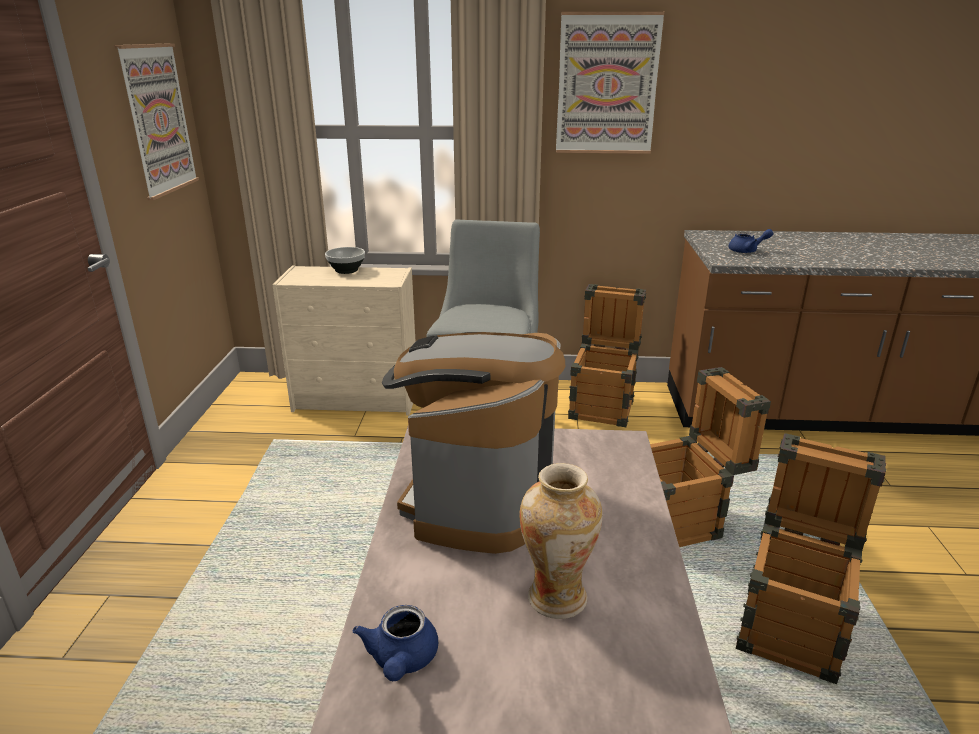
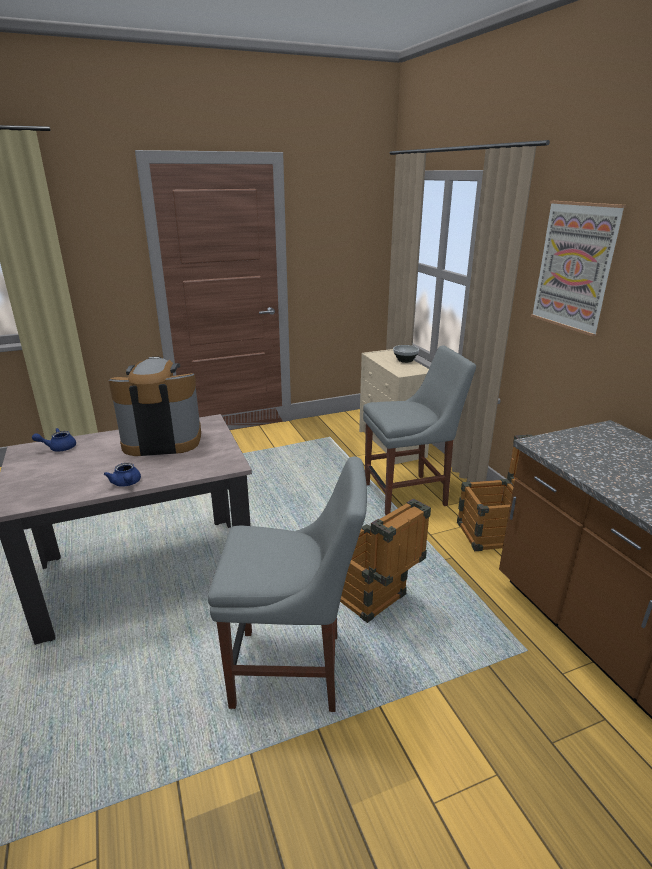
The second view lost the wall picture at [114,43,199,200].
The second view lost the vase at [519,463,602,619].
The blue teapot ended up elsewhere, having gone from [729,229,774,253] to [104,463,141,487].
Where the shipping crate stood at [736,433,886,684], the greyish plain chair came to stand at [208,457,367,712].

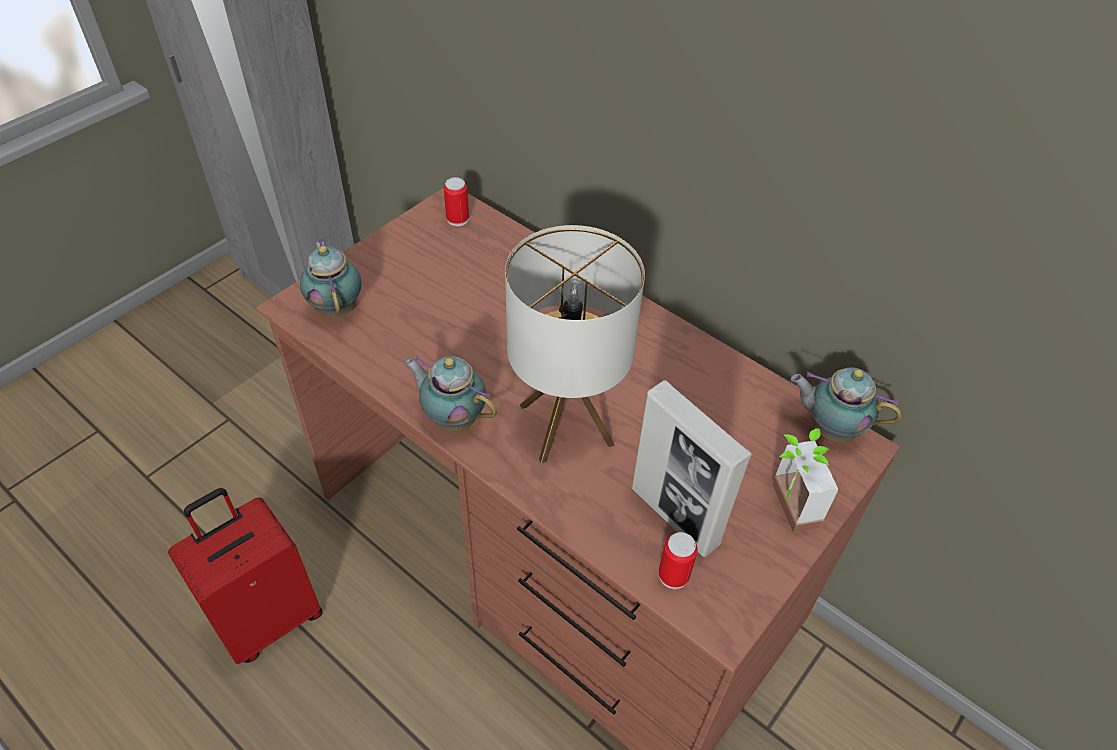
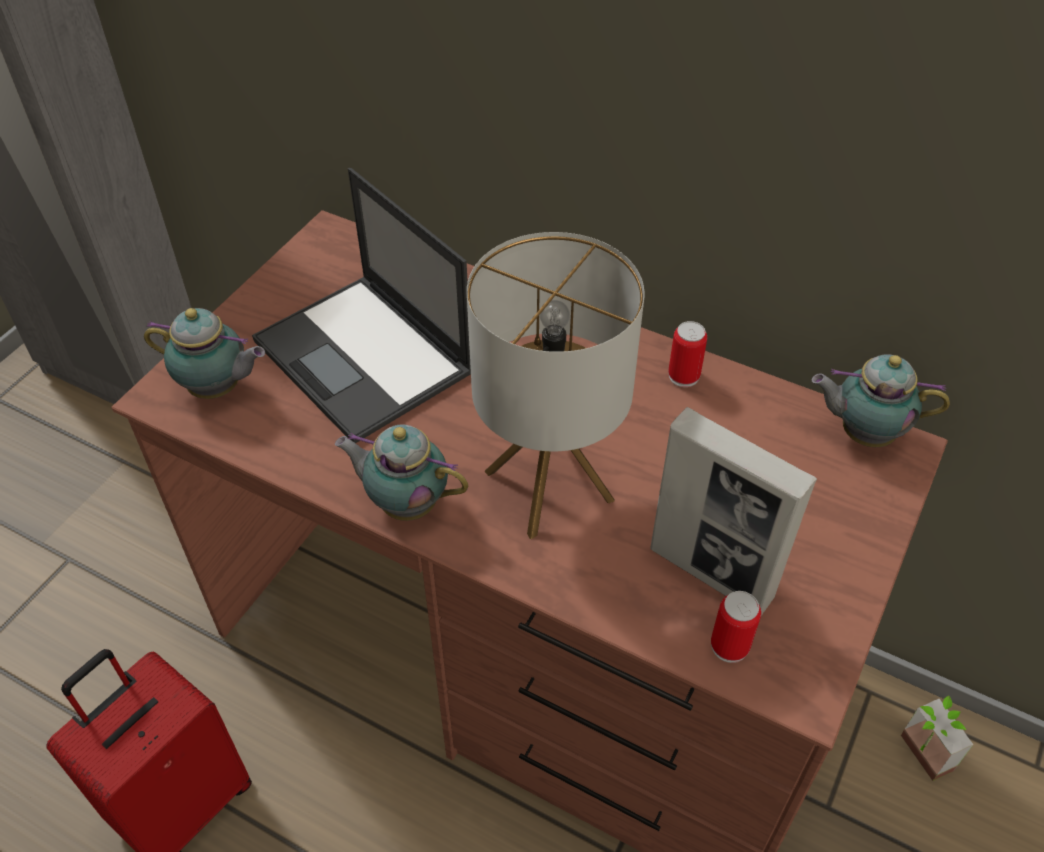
The teapot at [300,239,361,317] ended up facing another way, 135 degrees clockwise from before.
The metal can ended up elsewhere, having gone from [444,177,469,226] to [668,321,707,387].
The houseplant ended up elsewhere, having gone from [772,428,838,532] to [901,696,973,781].
The second view gained the laptop at [252,168,471,443].

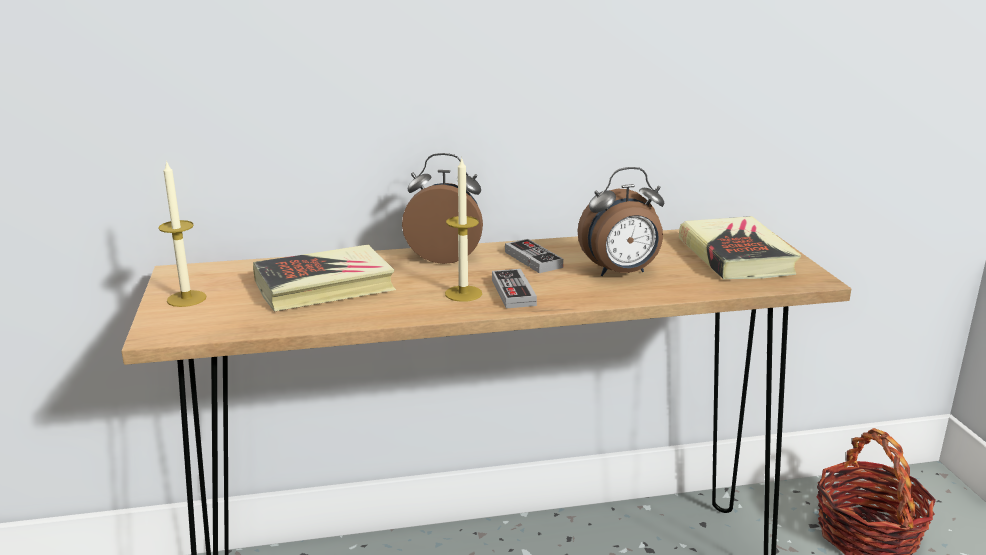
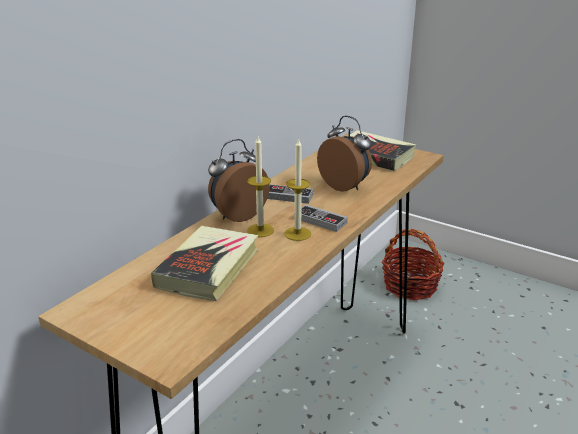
The wax candle ended up elsewhere, having gone from [158,160,206,307] to [247,136,274,237].
The table clock at [577,167,664,276] ended up facing another way, 75 degrees counterclockwise from before.

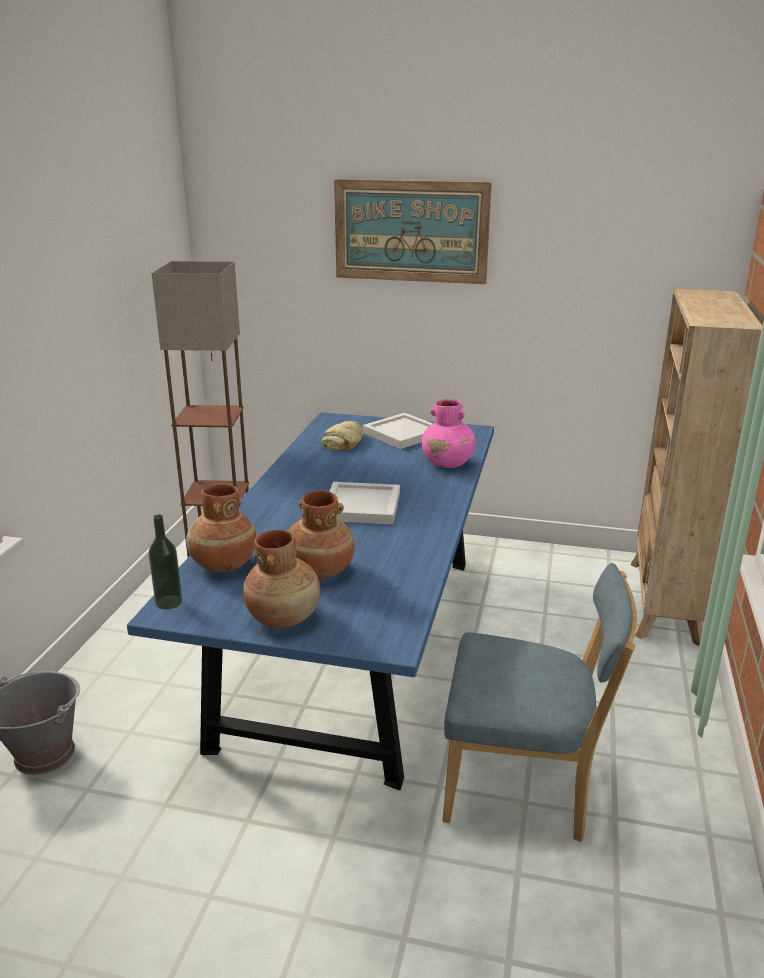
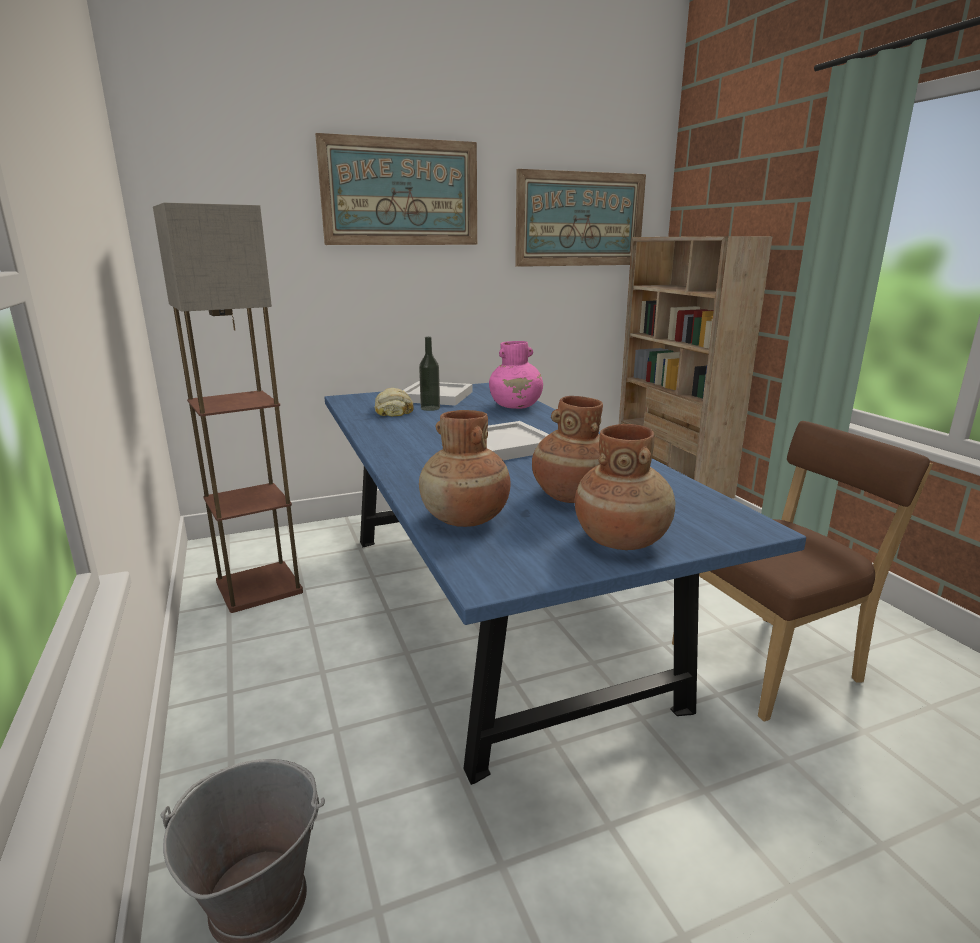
The drink bottle ended up elsewhere, having gone from [149,514,182,609] to [419,337,440,411].
What was the blue plain chair at [442,563,637,842] turned into the brownish plain chair at [672,421,933,722].
The second view gained the wall picture at [515,169,646,267].

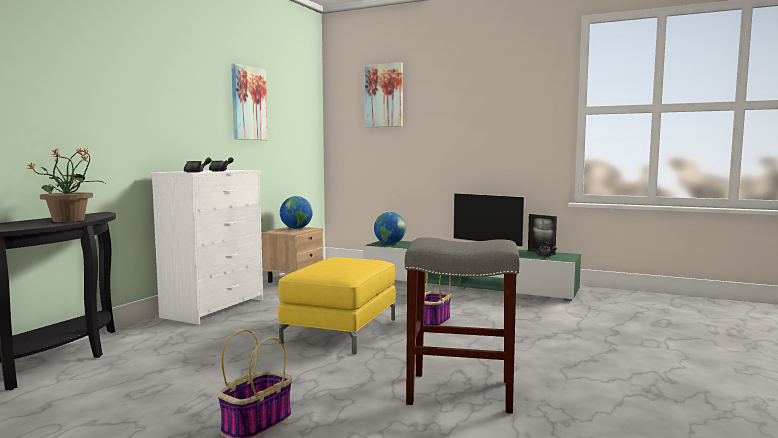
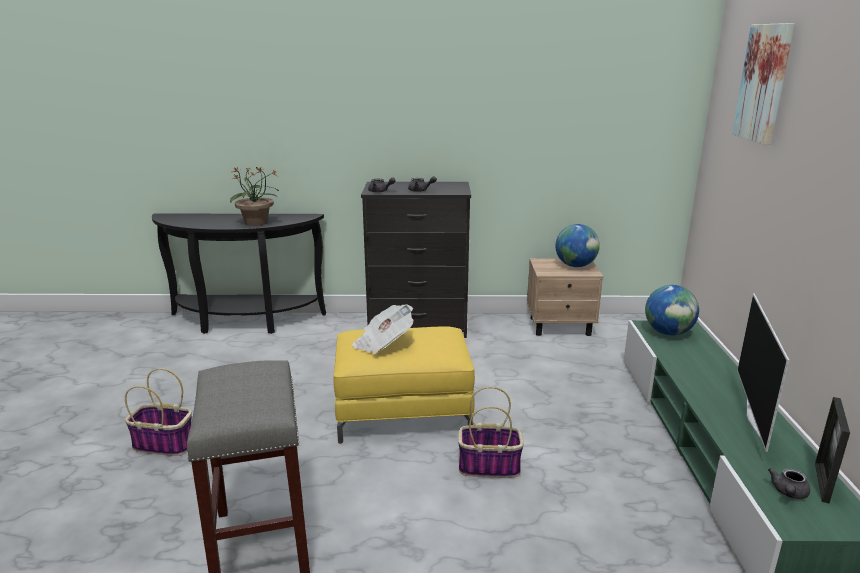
What was the whitish dresser at [150,170,263,325] turned into the black dresser at [361,182,471,338].
The second view lost the wall picture at [231,63,268,140].
The second view gained the printed paper at [352,305,414,354].

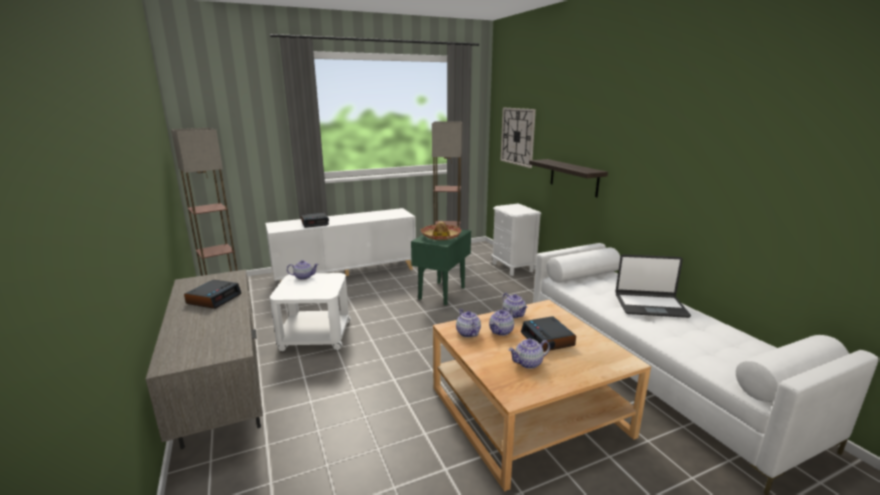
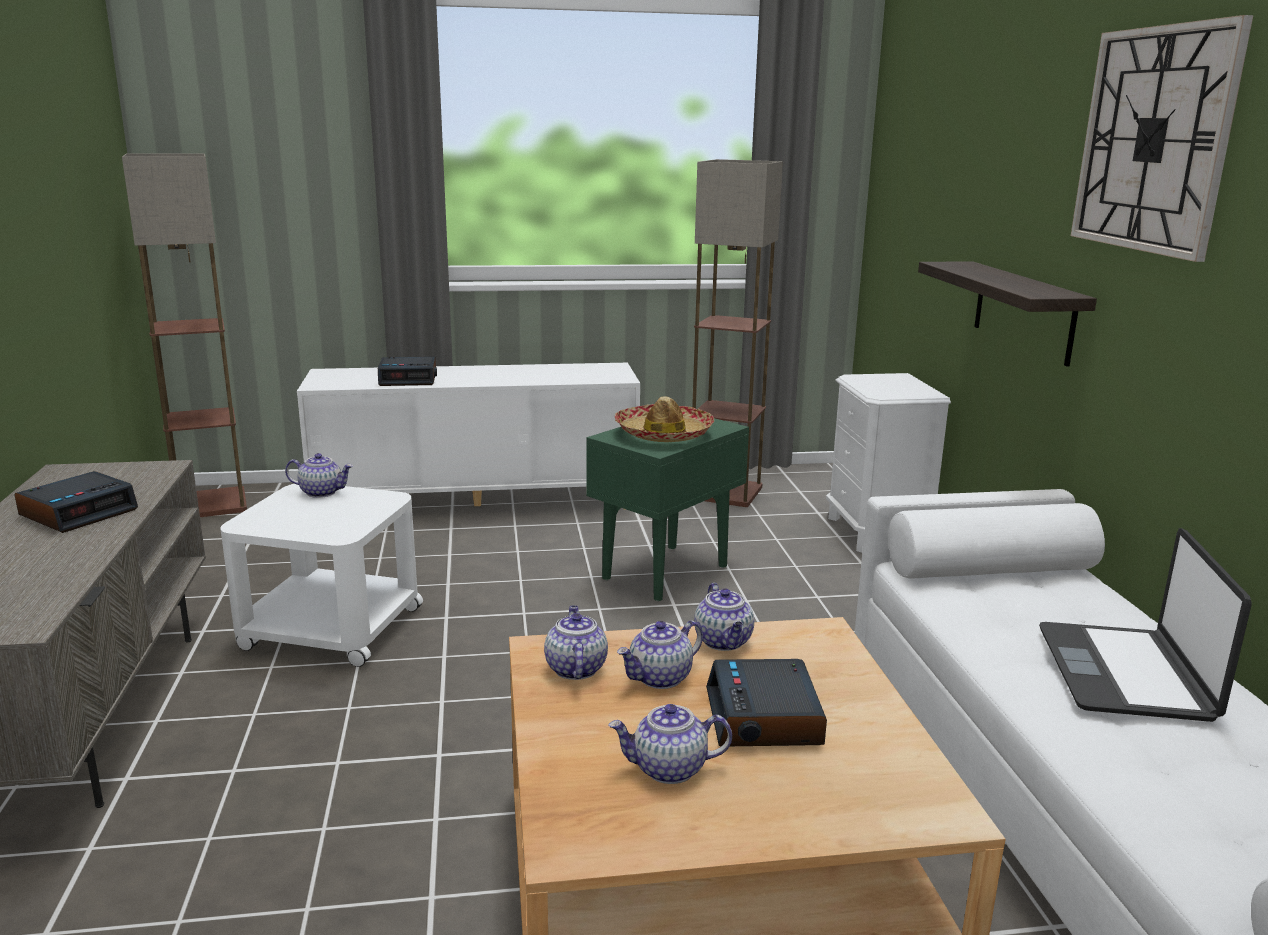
The wall clock ended up elsewhere, having gone from [501,108,536,168] to [1071,15,1253,262].
The laptop at [616,255,691,318] ended up facing another way, 75 degrees clockwise from before.

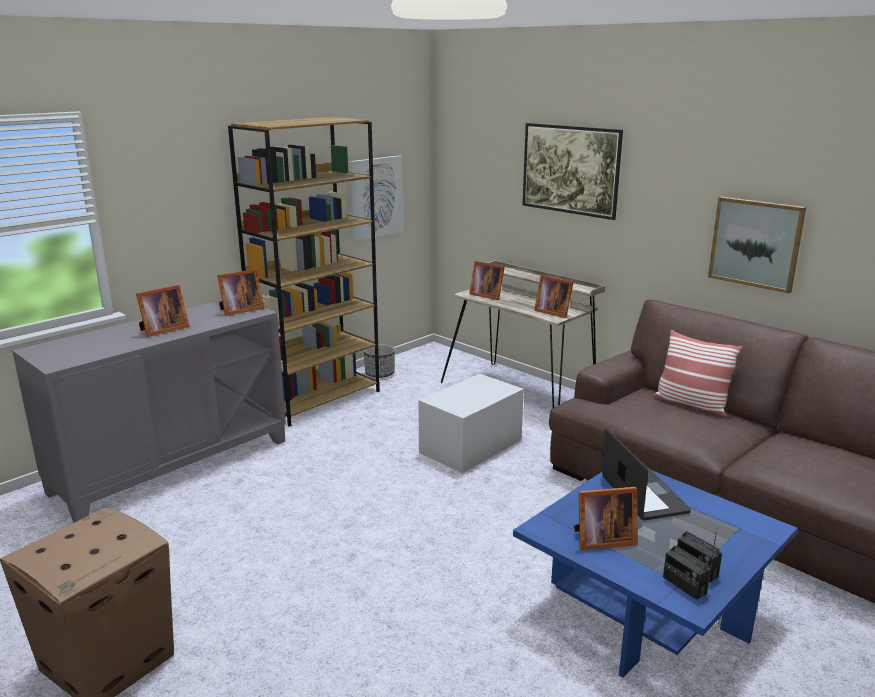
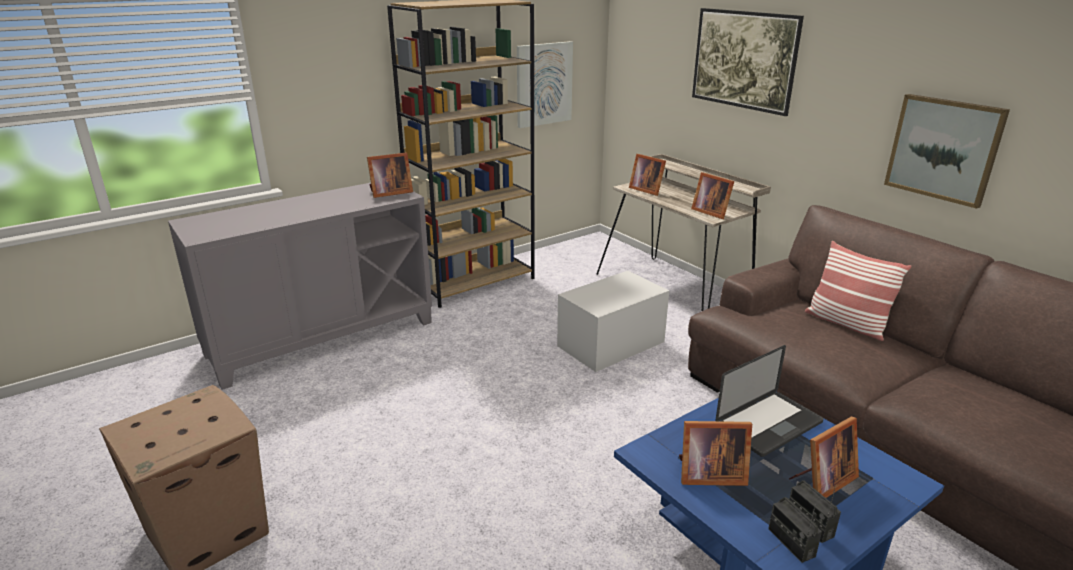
The photo frame ended up elsewhere, having gone from [136,285,189,337] to [789,416,859,498].
The second view lost the flower pot at [364,344,395,378].
The laptop at [601,428,691,521] ended up facing another way, 60 degrees clockwise from before.

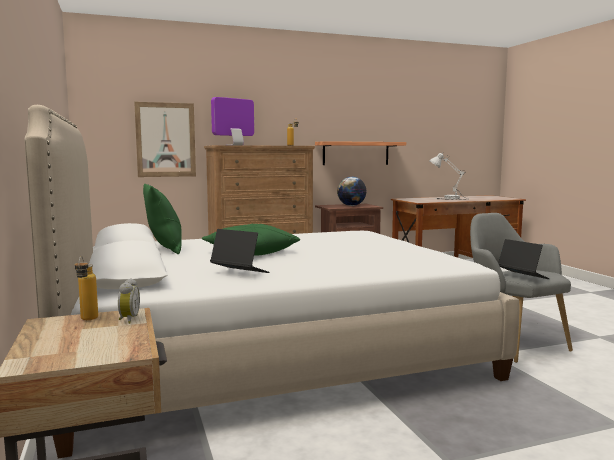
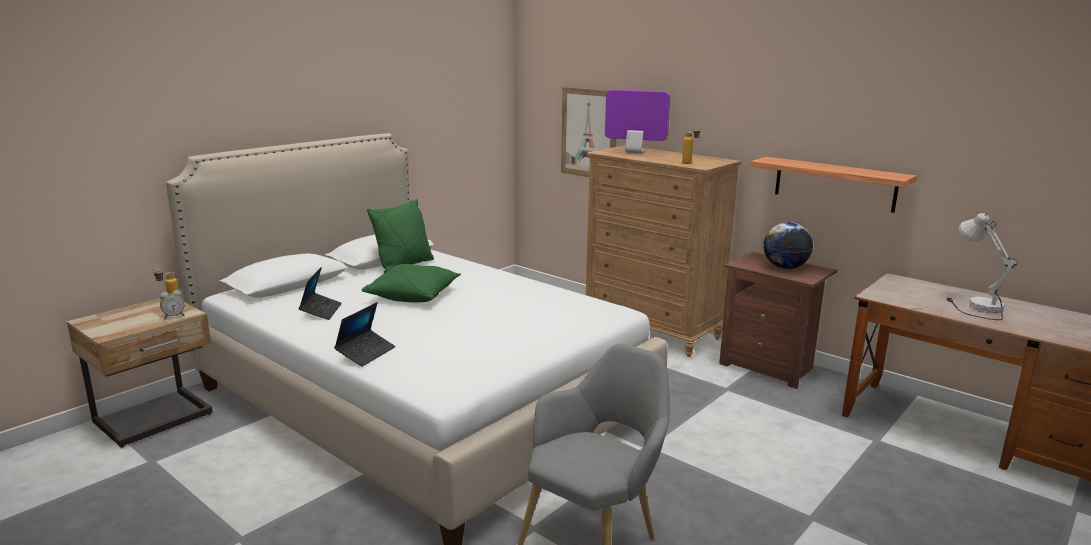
The laptop ended up elsewhere, having gone from [498,239,550,279] to [334,302,396,367].

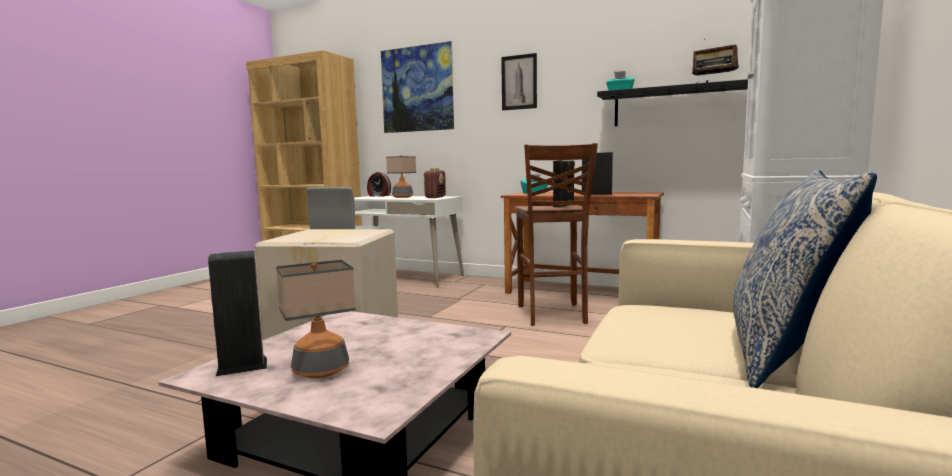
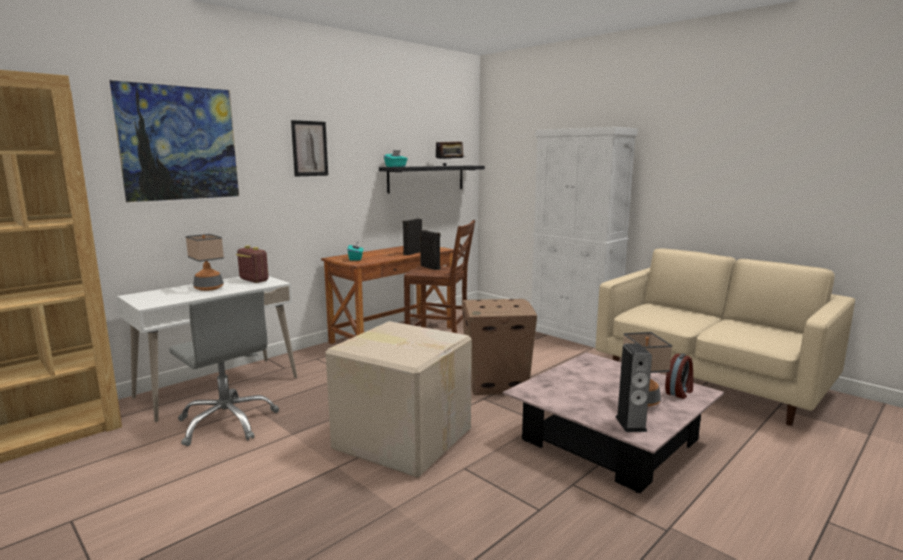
The table clock ended up elsewhere, having gone from [367,172,391,197] to [665,353,693,399].
The second view lost the cushion at [733,170,877,388].
The second view gained the cardboard box at [462,299,537,395].

